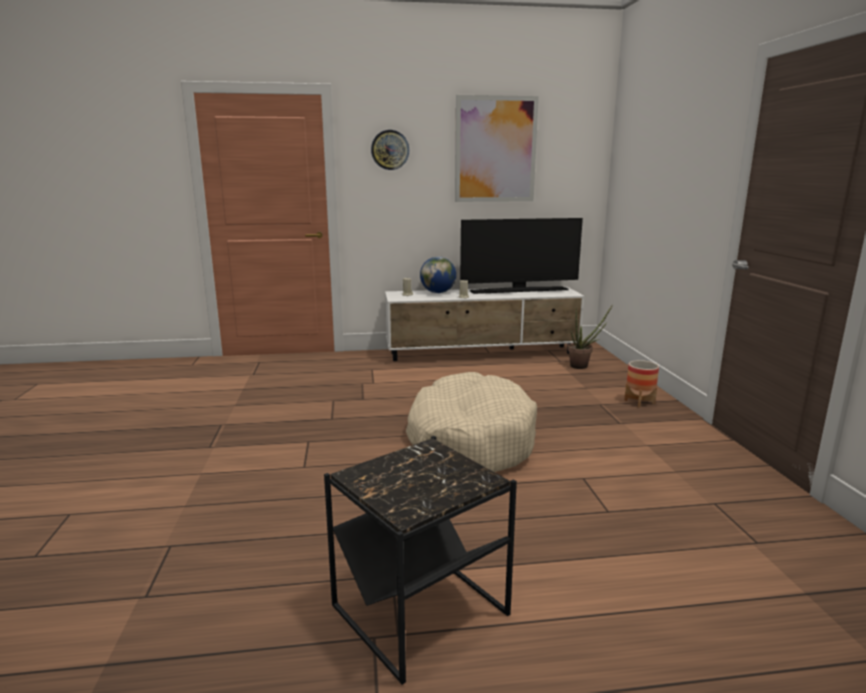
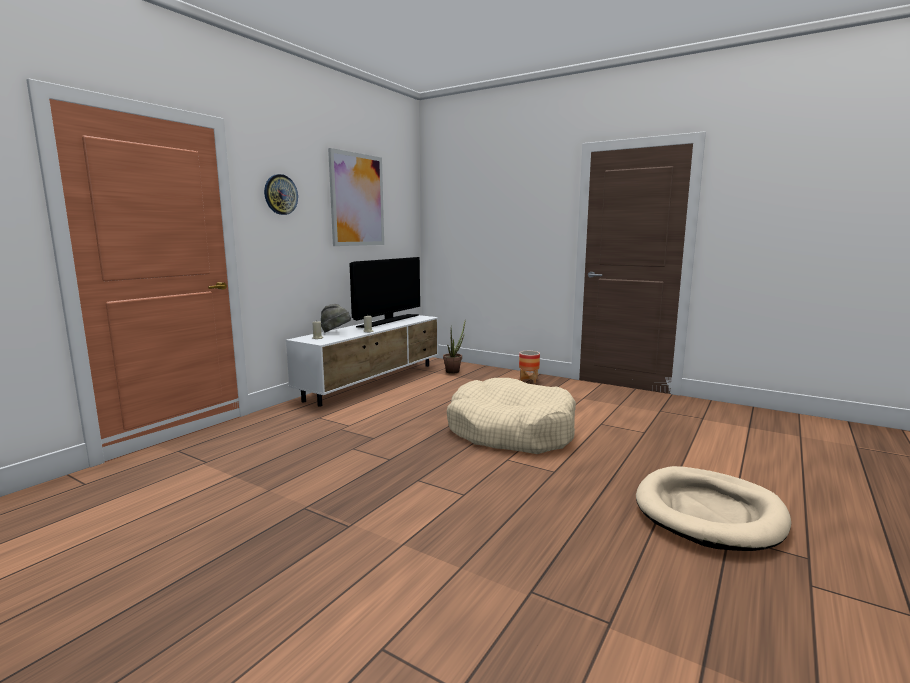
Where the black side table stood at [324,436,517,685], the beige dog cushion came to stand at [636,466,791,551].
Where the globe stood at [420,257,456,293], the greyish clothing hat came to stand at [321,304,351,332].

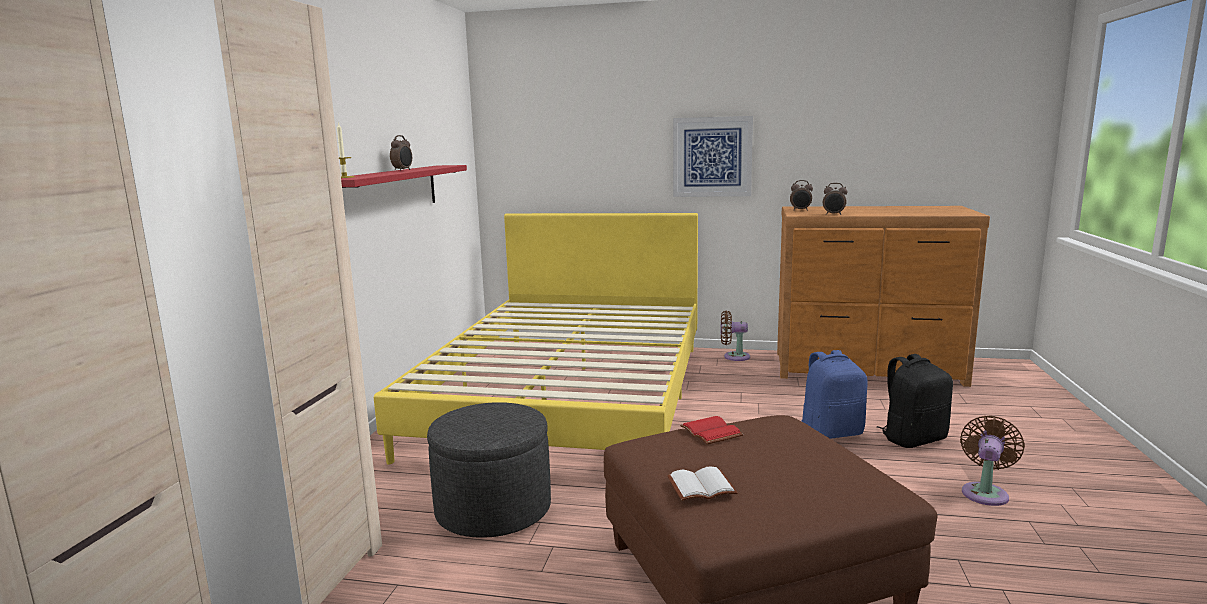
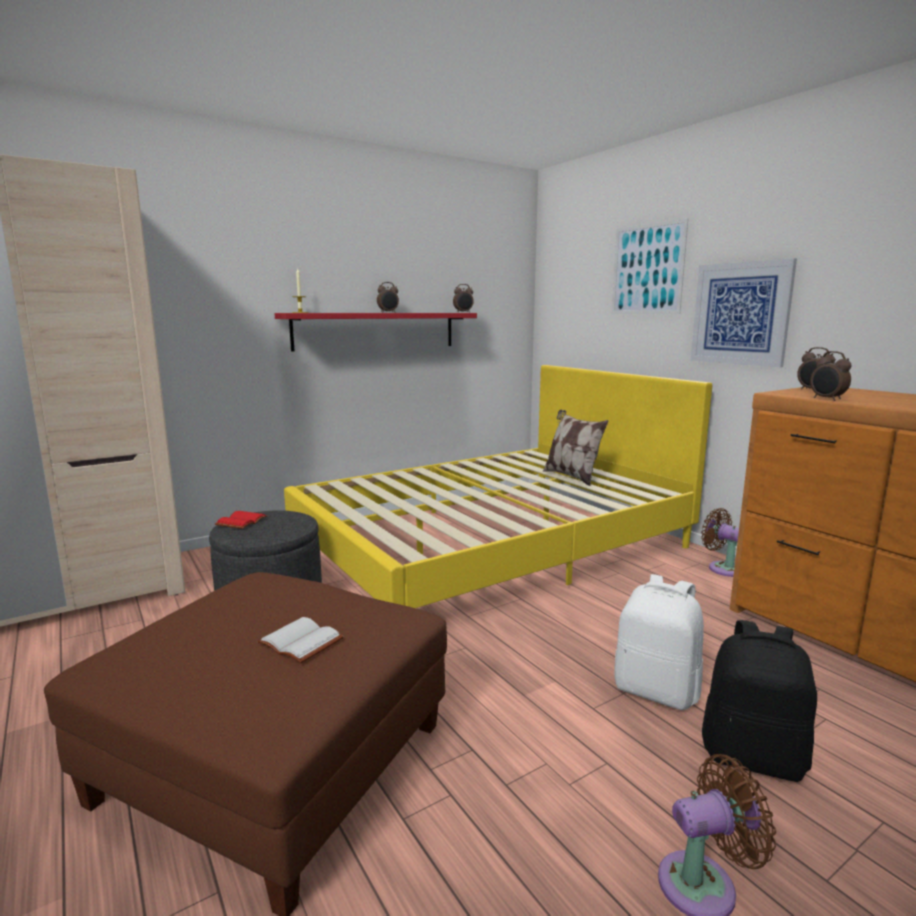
The whitish book ended up elsewhere, having gone from [667,466,738,501] to [258,617,344,663].
The red-coloured book ended up elsewhere, having gone from [680,416,743,444] to [215,511,268,529].
What was the blue backpack at [802,350,867,439] turned into the whitish backpack at [614,574,704,710].
The second view gained the table clock at [453,284,474,313].
The second view gained the cushion at [543,409,609,486].
The second view gained the wall picture at [612,218,689,314].

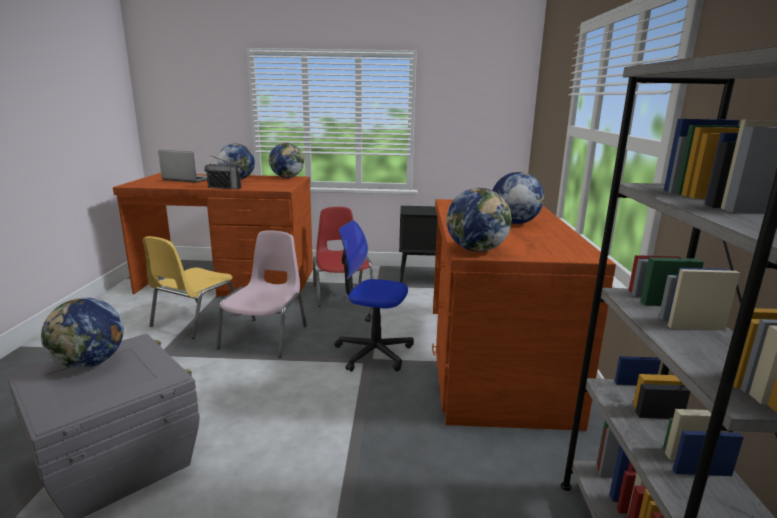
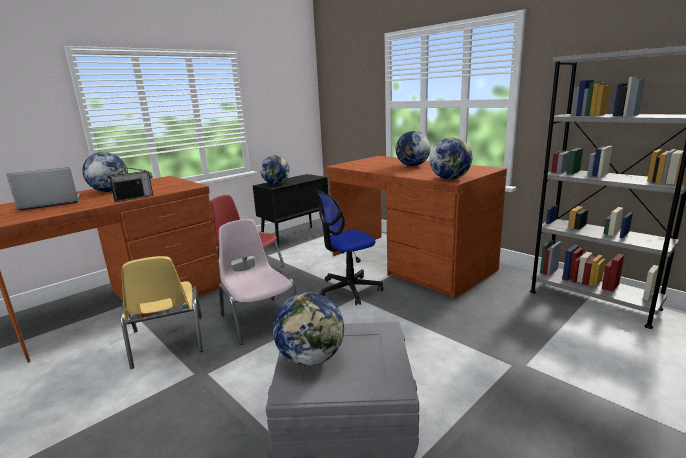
The globe ended up elsewhere, having gone from [269,143,304,178] to [260,156,290,185].

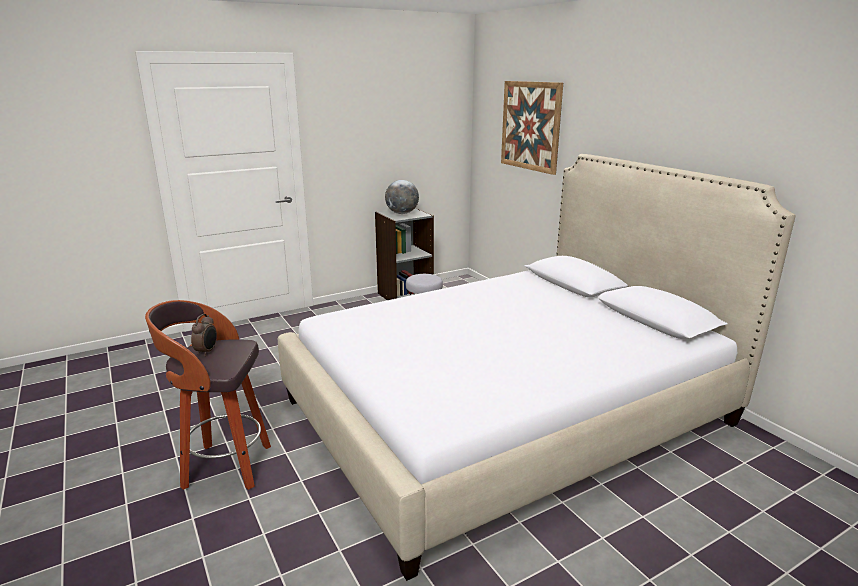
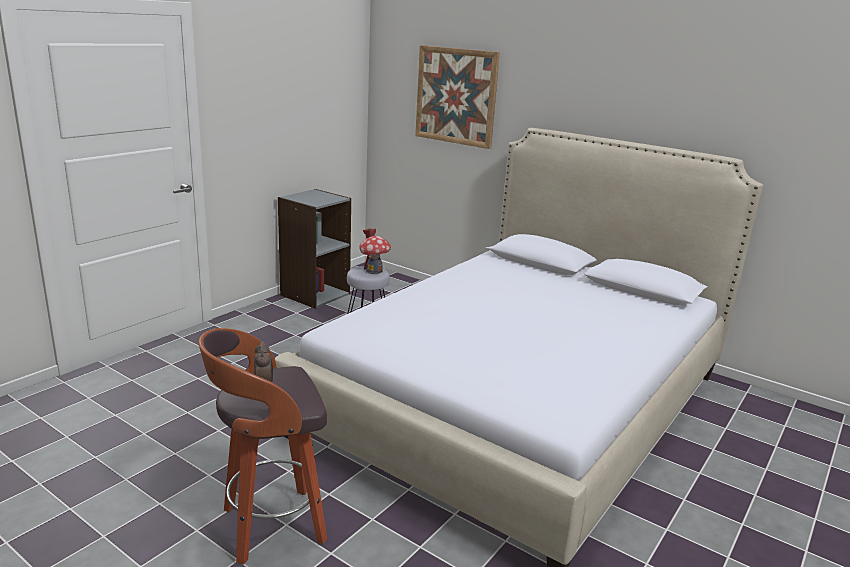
The second view lost the globe at [385,180,419,214].
The second view gained the model house at [359,228,391,274].

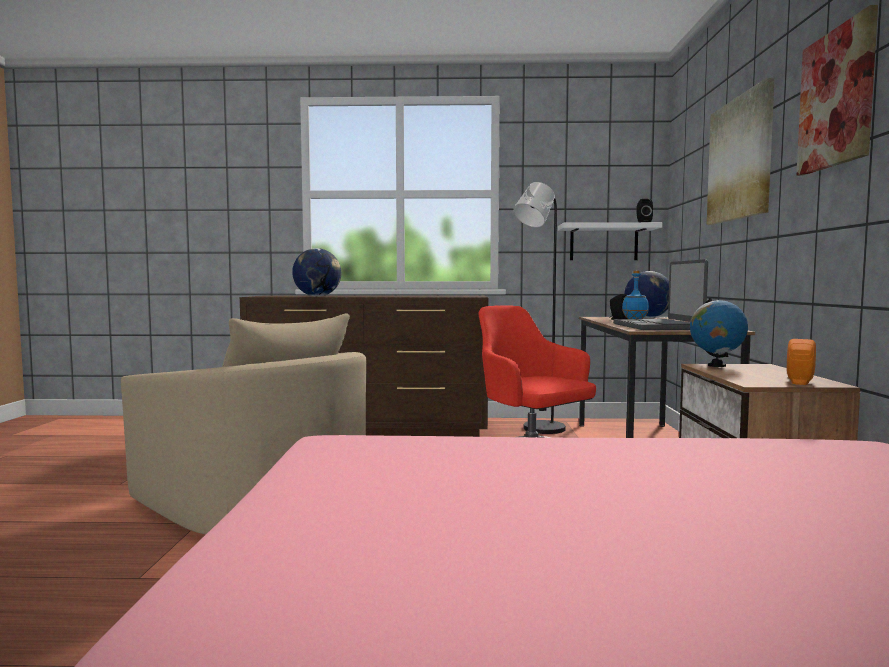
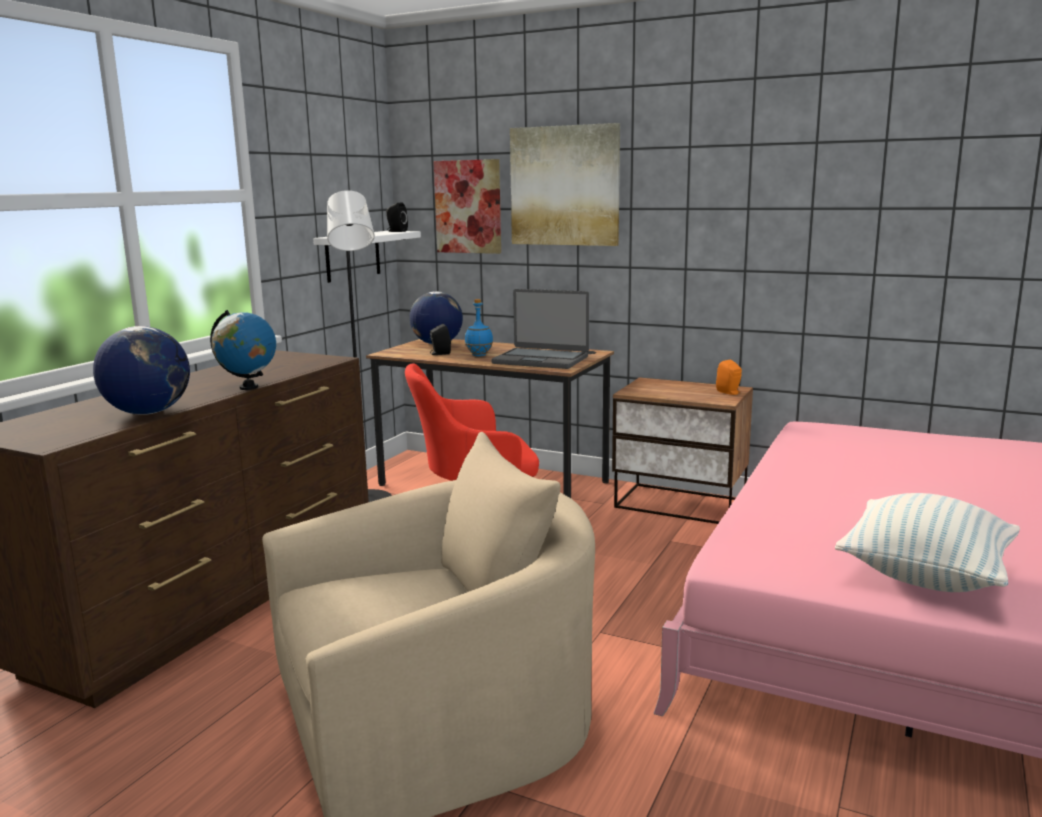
The globe ended up elsewhere, having gone from [690,298,748,367] to [210,310,276,390].
The wall picture ended up elsewhere, having gone from [796,5,878,176] to [433,159,501,254].
The second view gained the cushion at [835,493,1020,592].

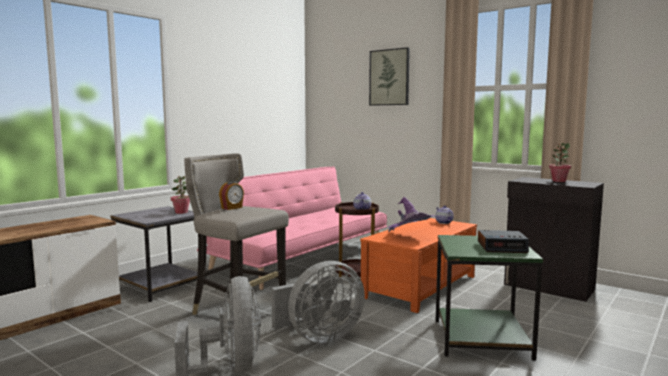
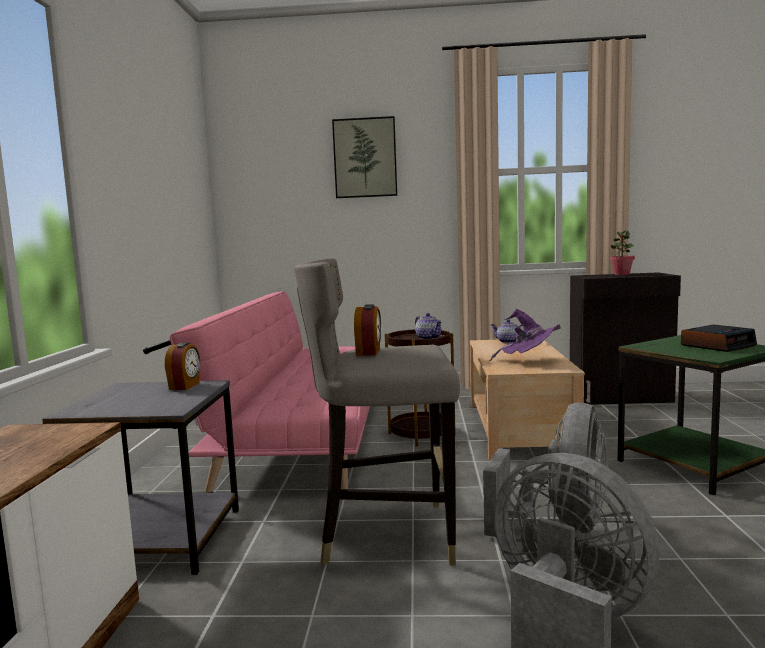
Where the houseplant stood at [171,176,190,214], the table clock came to stand at [165,342,200,390].
What was the orange lounge table at [360,218,477,313] turned into the beige lounge table at [470,340,585,460].

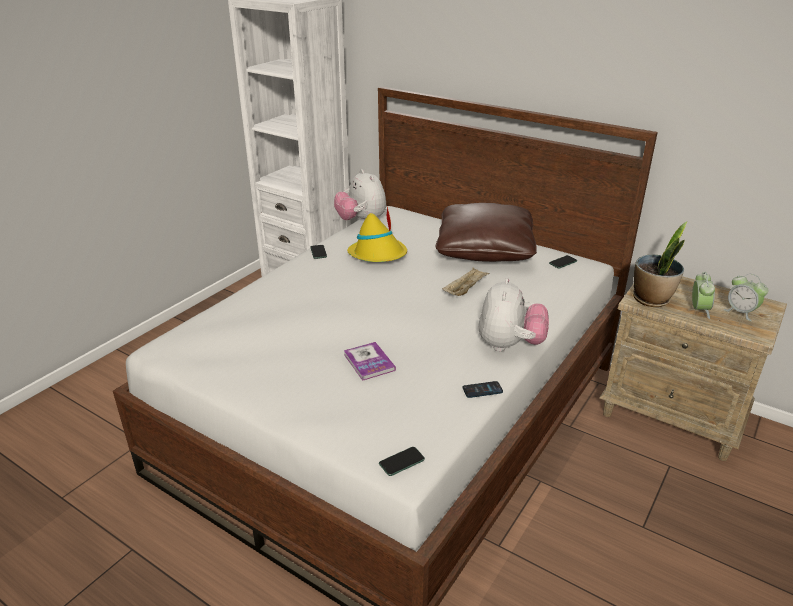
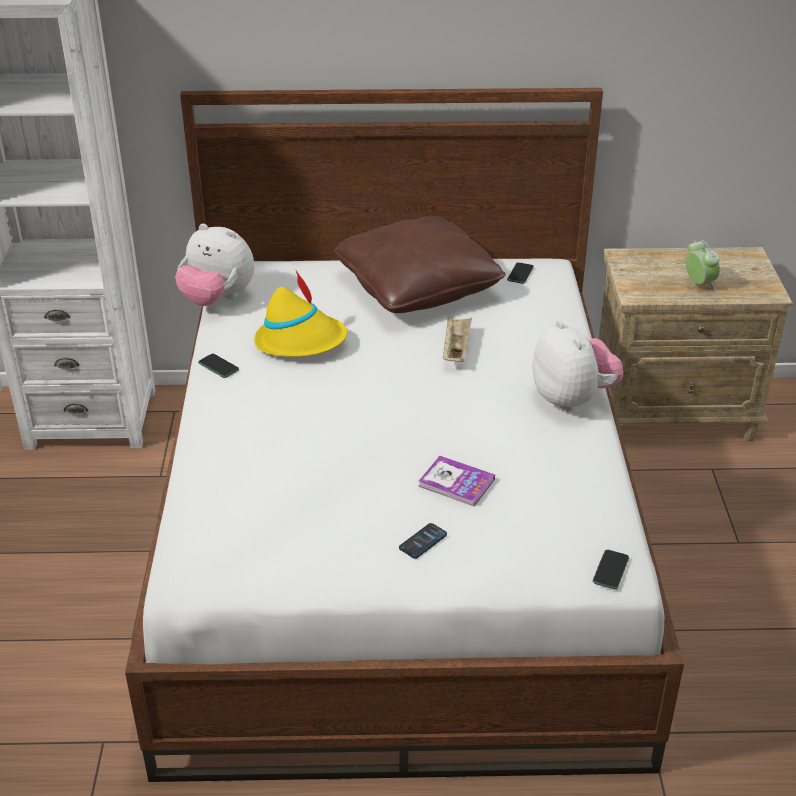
The telephone ended up elsewhere, having gone from [463,381,503,398] to [399,523,447,559].
The second view lost the houseplant at [633,222,687,307].
The second view lost the table clock at [723,274,769,321].

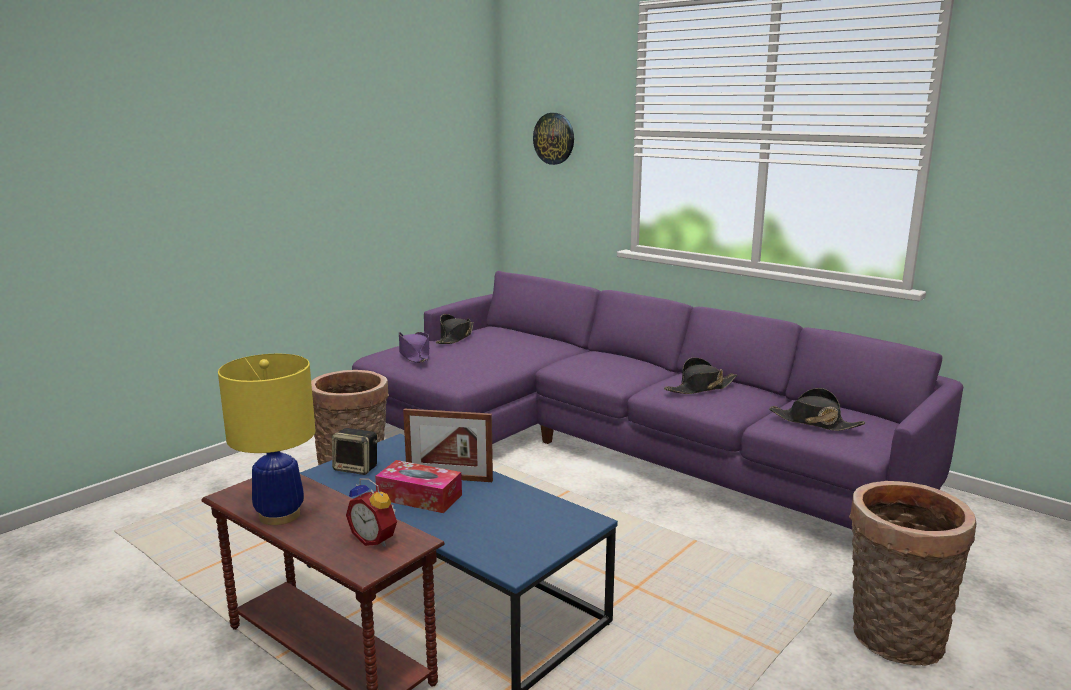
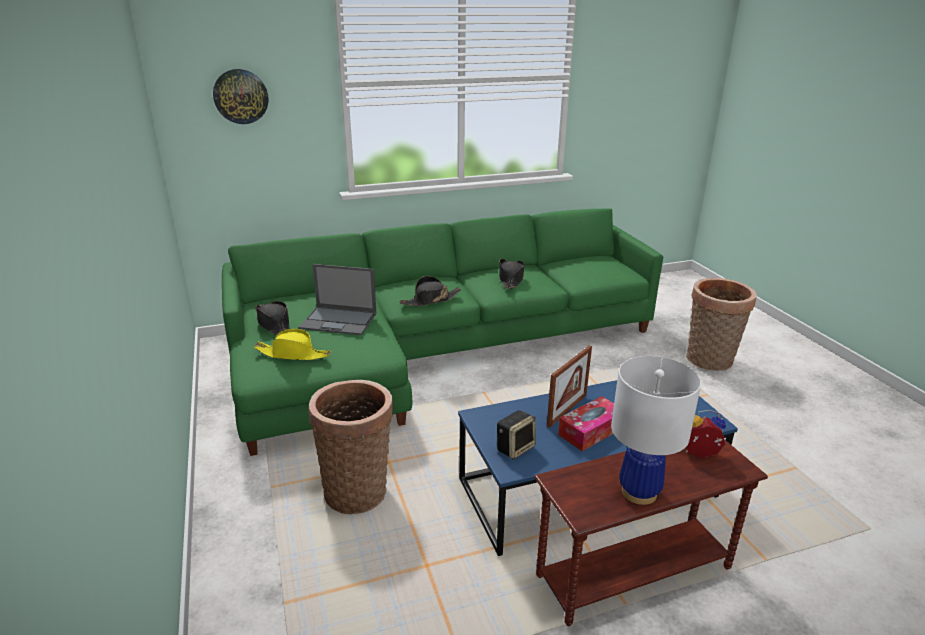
What was the yellow lamp for a table at [218,354,316,525] turned into the whitish lamp for a table at [611,356,701,505].
The table clock at [346,478,397,547] ended up facing another way, 150 degrees counterclockwise from before.
What was the purple settee at [352,271,963,529] turned into the green-coloured settee at [222,209,663,456].
What was the purple clothing hat at [399,332,430,363] turned into the yellow clothing hat at [254,329,331,360].
The black clothing hat ended up elsewhere, having gone from [769,388,865,431] to [400,276,461,306].
The second view gained the laptop at [299,264,377,335].

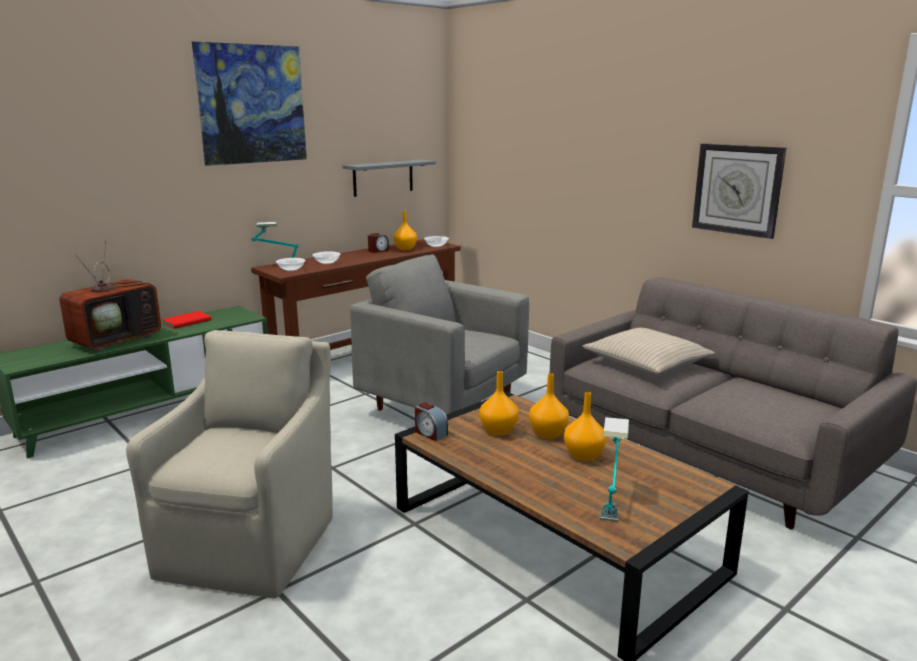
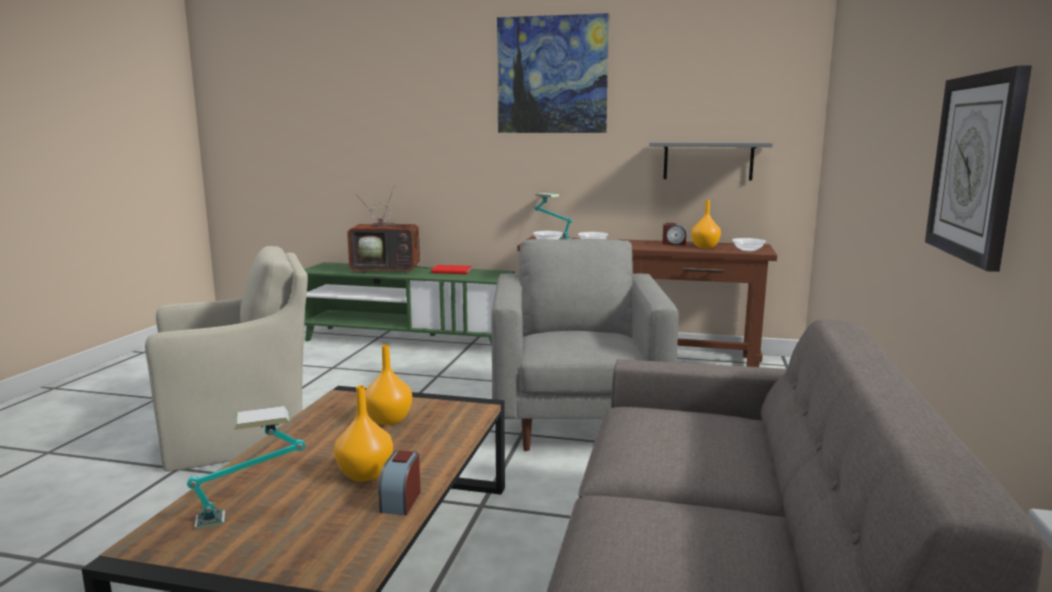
The table clock ended up elsewhere, having gone from [415,402,448,441] to [378,451,421,515].
The second view lost the orange vase at [529,373,569,439].
The second view lost the beige cushion at [583,328,715,375].

